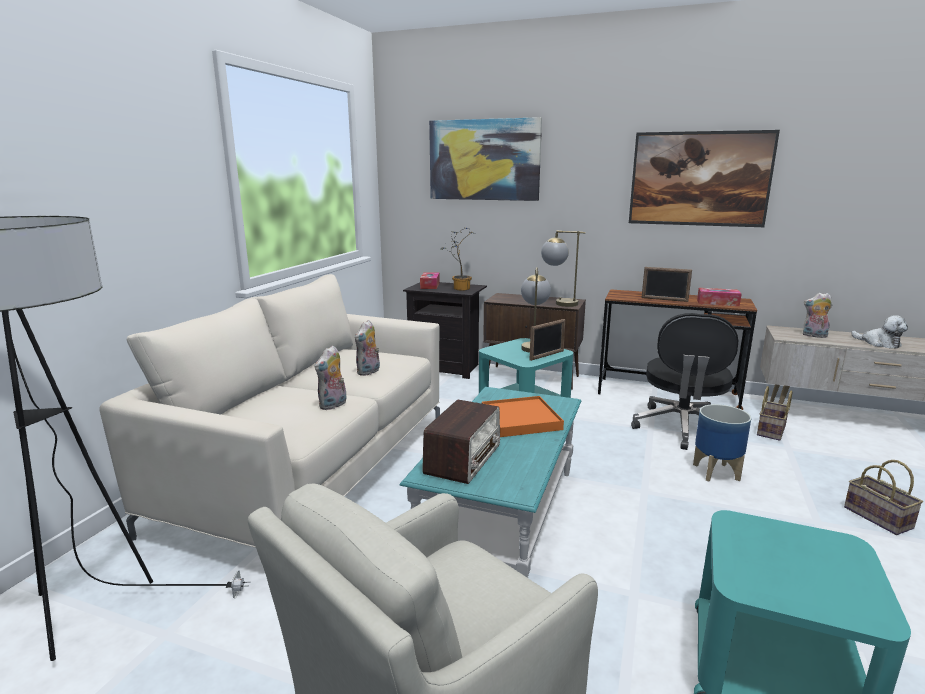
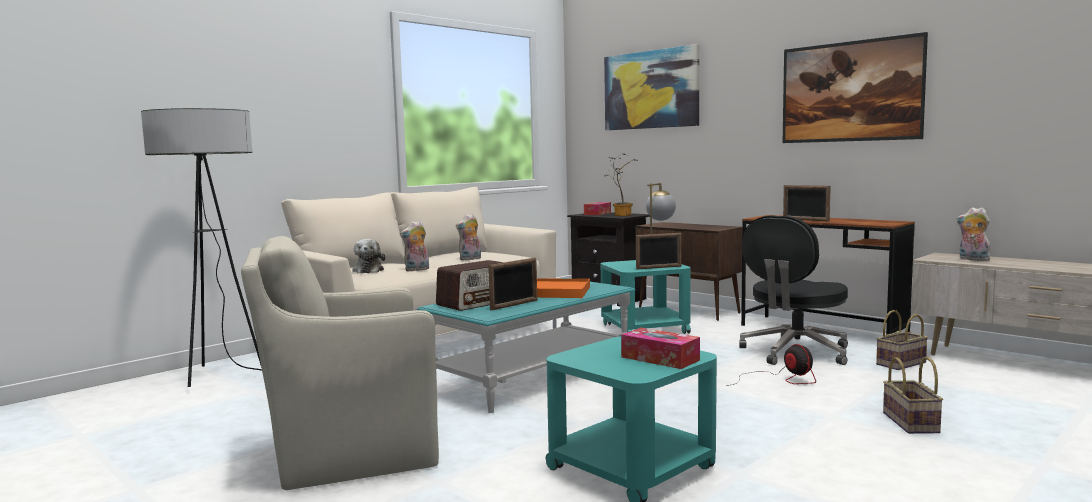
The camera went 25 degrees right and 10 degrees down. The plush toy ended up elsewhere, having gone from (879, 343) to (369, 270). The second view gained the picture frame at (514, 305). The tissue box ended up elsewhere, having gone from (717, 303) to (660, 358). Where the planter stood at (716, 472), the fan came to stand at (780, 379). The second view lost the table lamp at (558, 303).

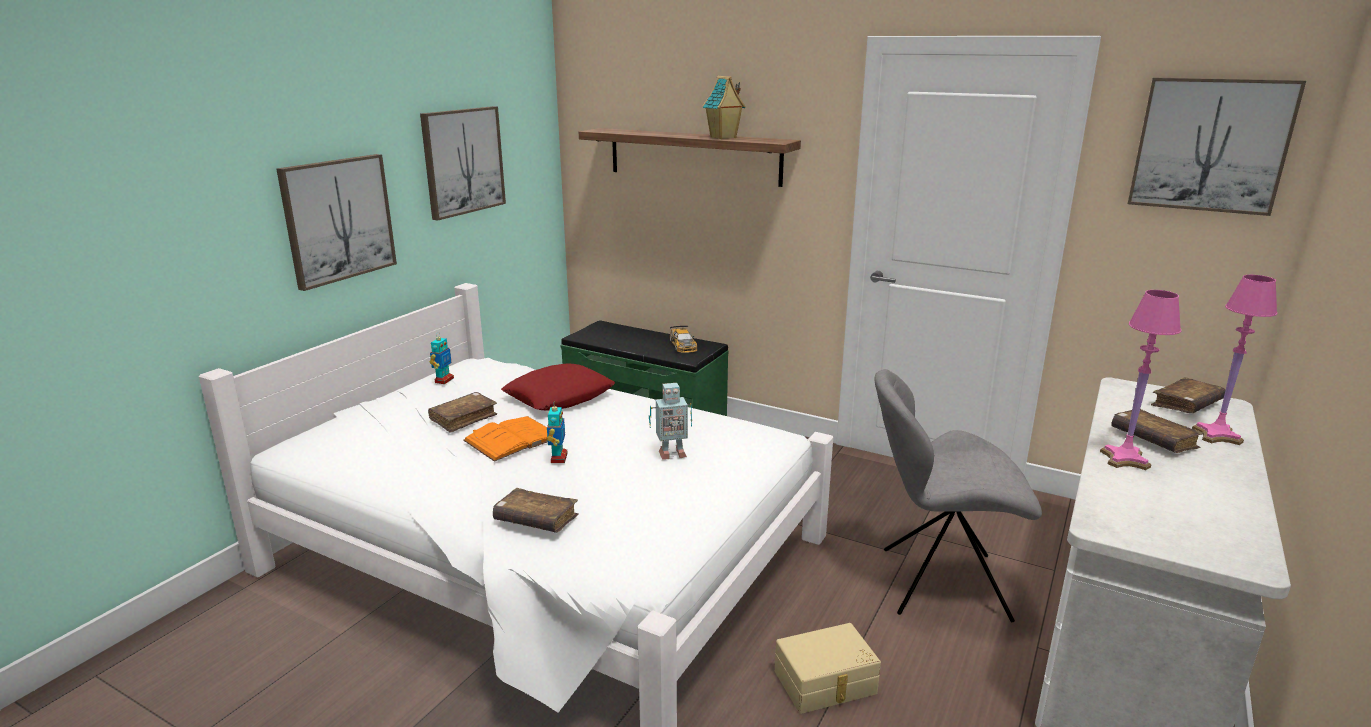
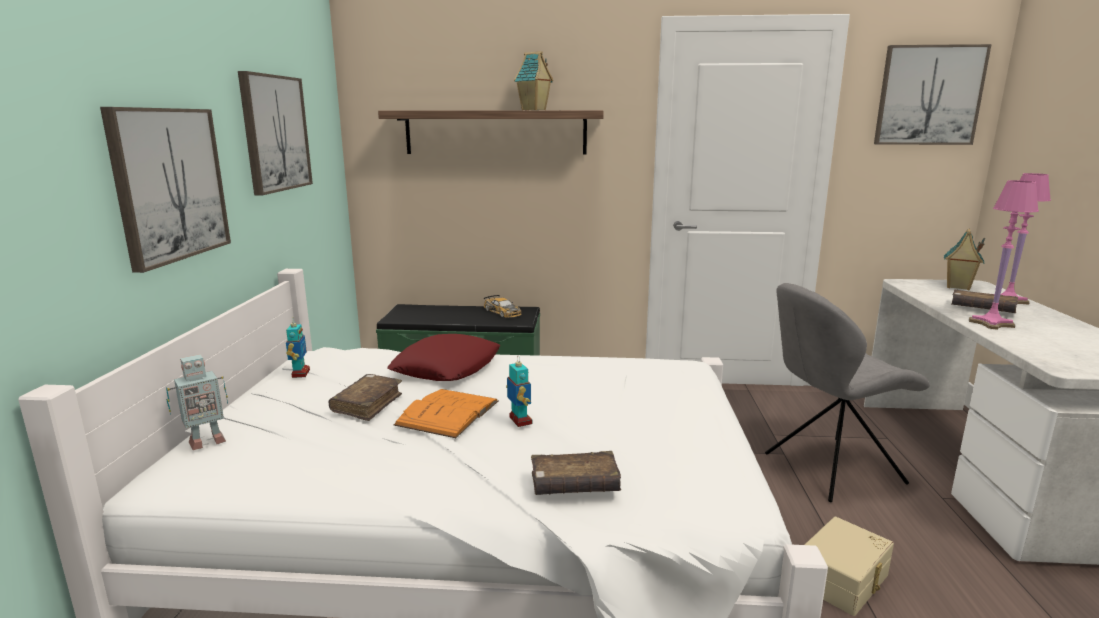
The camera went 25 degrees left and 5 degrees down. The toy robot ended up elsewhere, having gone from (671, 454) to (205, 441). Where the brown book stood at (1186, 404), the toy house came to stand at (957, 287).

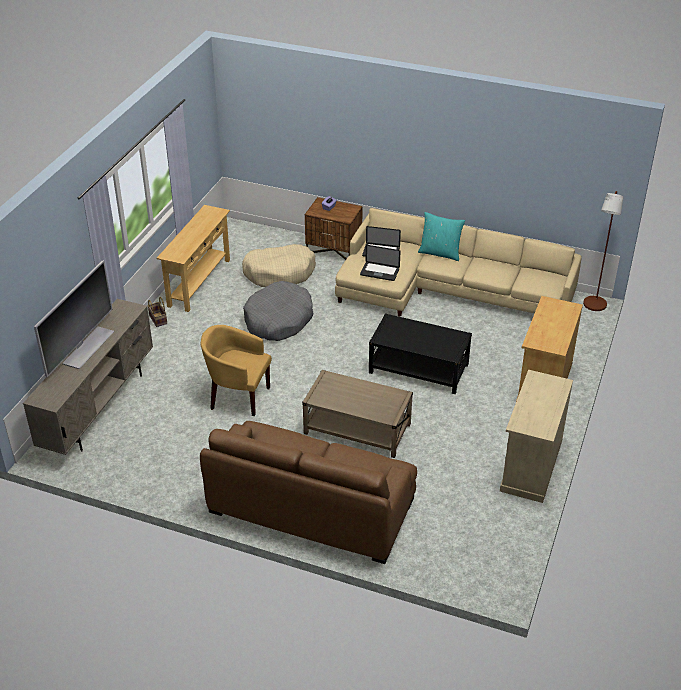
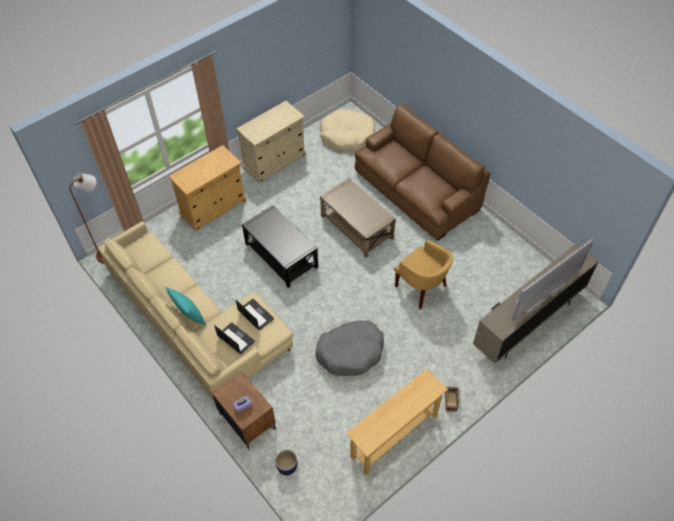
The camera went 150 degrees left and 15 degrees up. The second view gained the planter at (287, 467). The beige dog bed ended up elsewhere, having gone from (280, 273) to (348, 137).

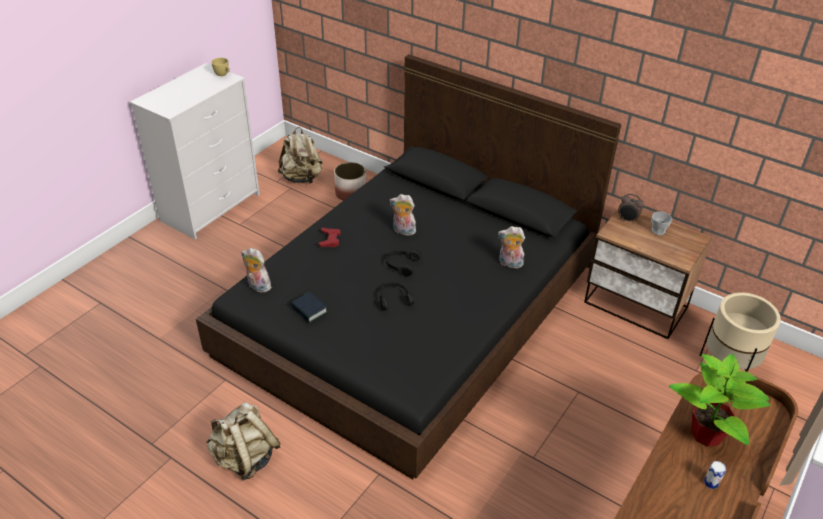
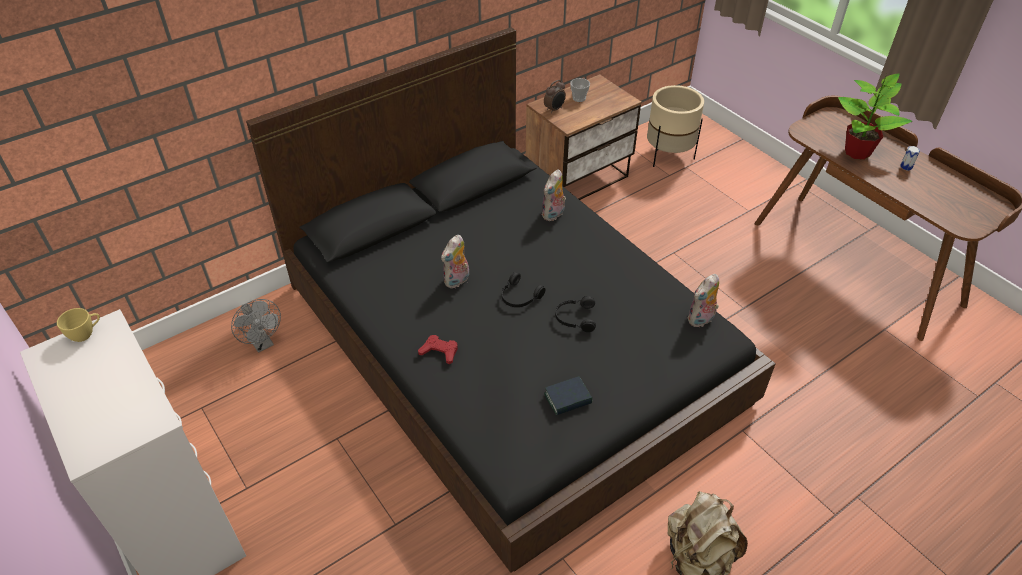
The camera went 70 degrees left and 5 degrees up. Where the planter stood at (351, 193), the grey fan came to stand at (263, 343). The plush toy ended up elsewhere, having gone from (257, 286) to (701, 320). The second view lost the beige backpack at (302, 178).

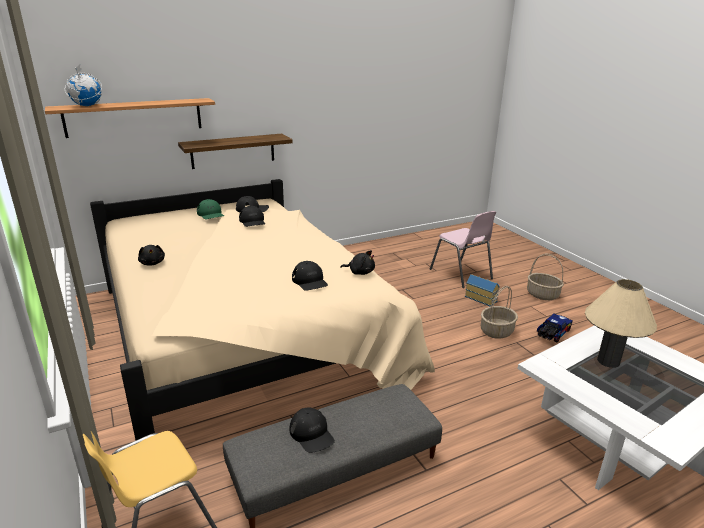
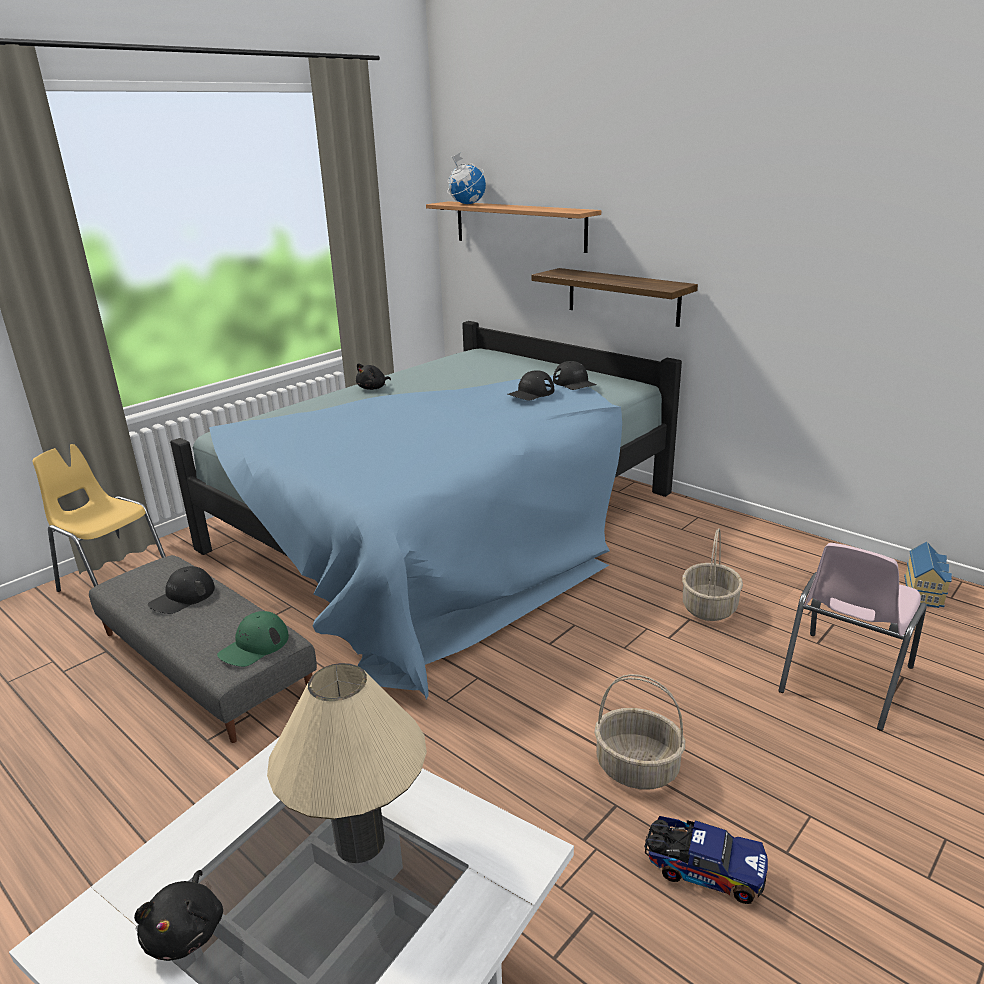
The camera went 70 degrees right and 0 degrees up. The black plush toy ended up elsewhere, having gone from (360, 272) to (187, 931). What was the beige bed at (246, 332) turned into the blue bed at (447, 528). The green cap ended up elsewhere, having gone from (210, 214) to (254, 646). The basket ended up elsewhere, having gone from (543, 295) to (709, 608). The toy house ended up elsewhere, having gone from (481, 298) to (924, 591). The second view lost the black cap at (310, 281).

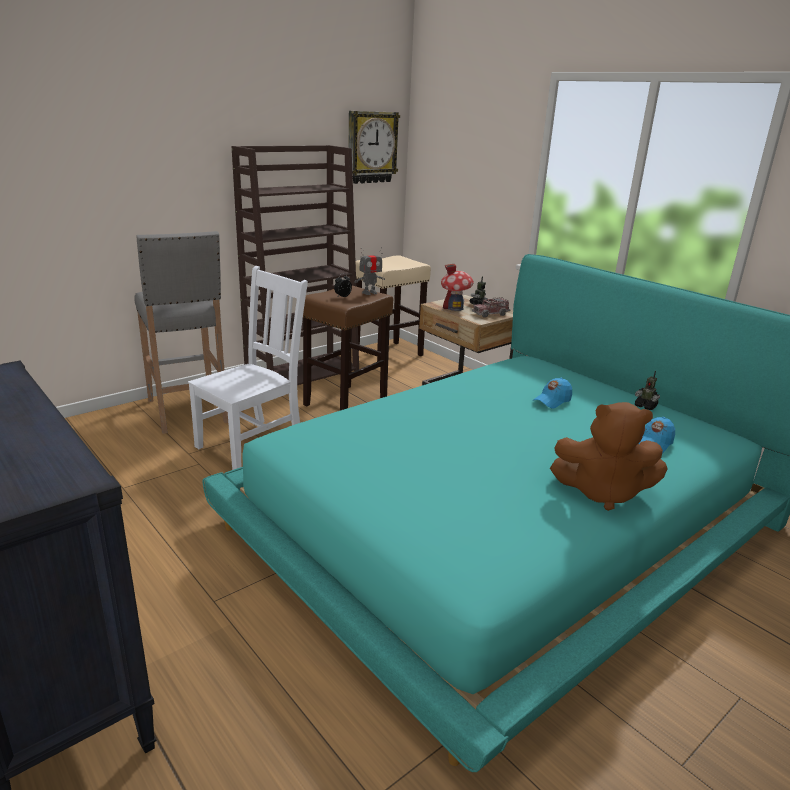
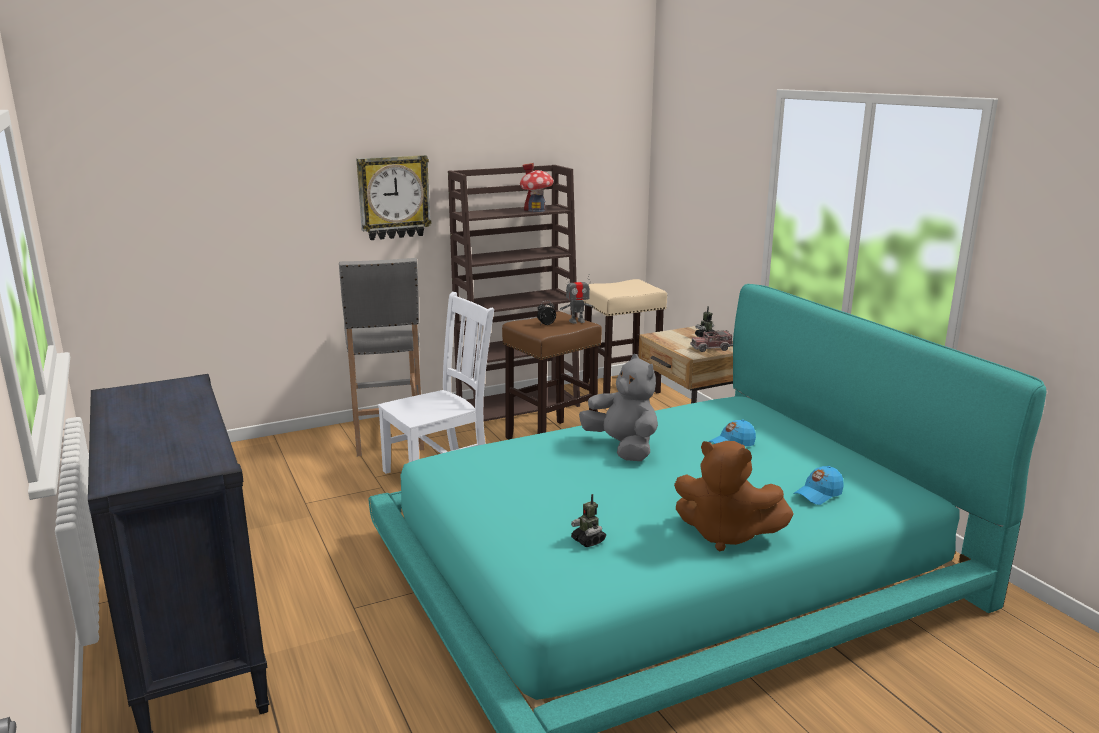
The camera went 15 degrees right and 5 degrees down. The wall clock ended up elsewhere, having gone from (371, 147) to (393, 197). The toy house ended up elsewhere, having gone from (455, 308) to (536, 210). The toy robot ended up elsewhere, having gone from (645, 406) to (588, 541). The second view gained the grey plush toy at (622, 448).

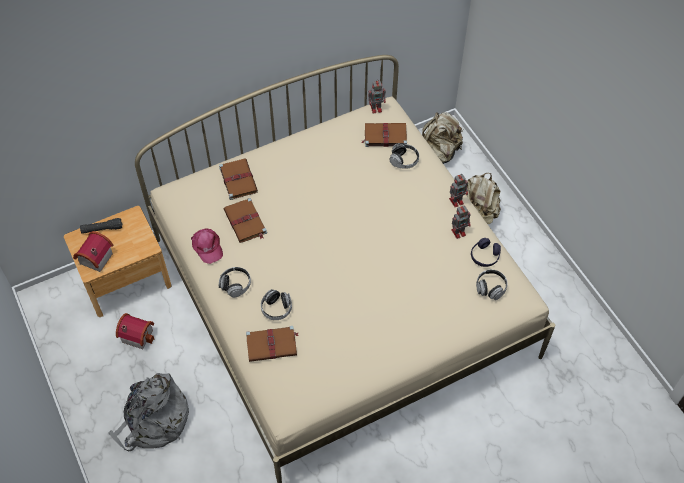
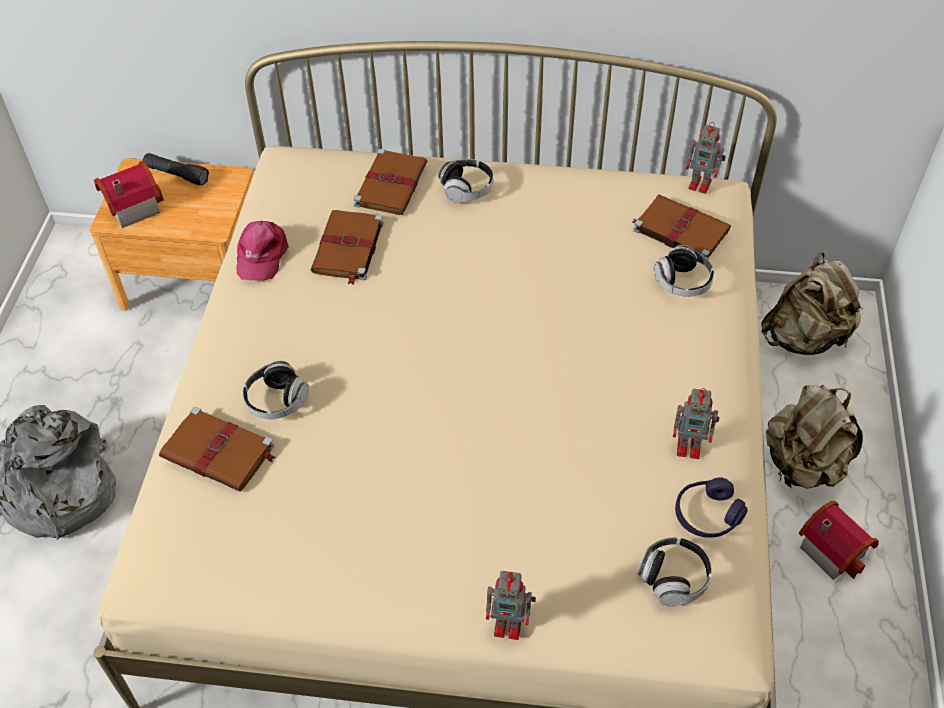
The camera went 35 degrees right and 5 degrees down. The headphones ended up elsewhere, having gone from (235, 285) to (466, 189). The toy robot ended up elsewhere, having gone from (457, 201) to (510, 624). The toy house ended up elsewhere, having gone from (137, 334) to (833, 548).

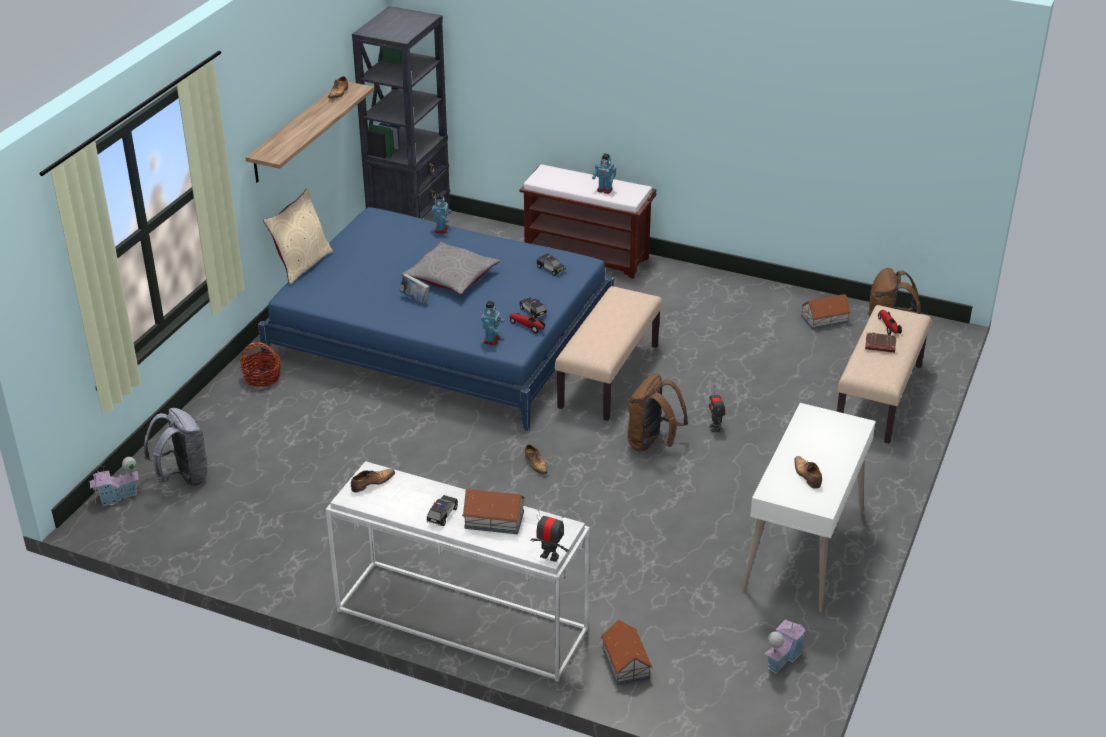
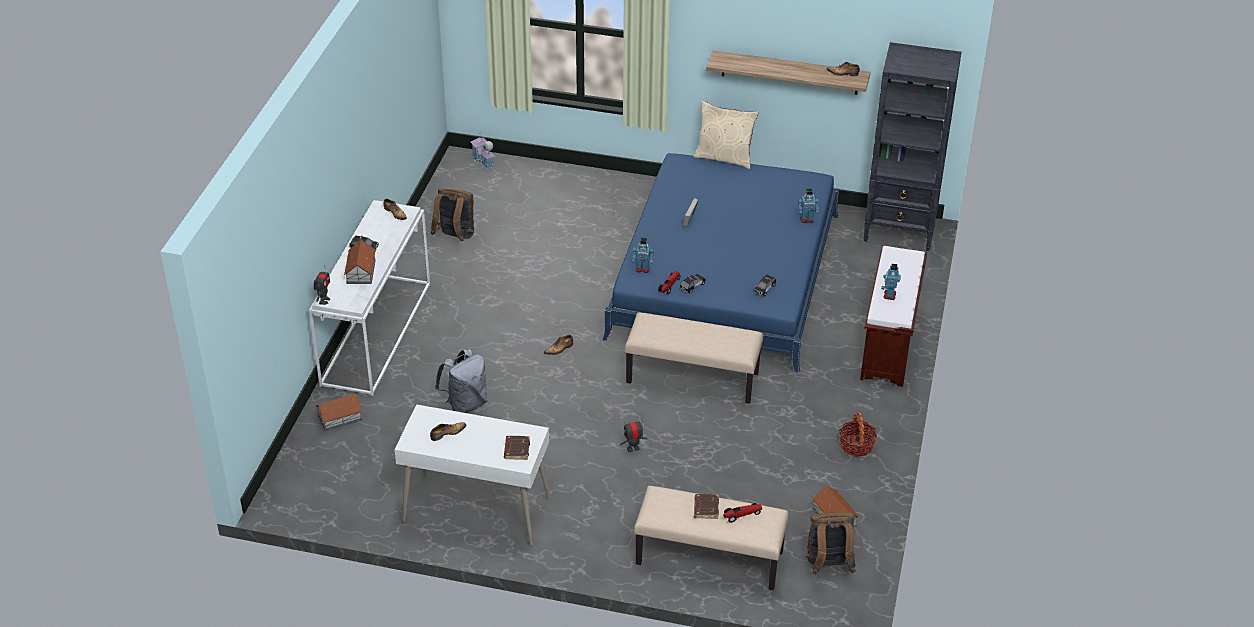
The camera went 80 degrees right and 5 degrees up. The brown backpack ended up elsewhere, having gone from (652, 443) to (455, 237). The grey backpack ended up elsewhere, having gone from (183, 477) to (465, 404). The second view gained the brown book at (516, 449). The basket ended up elsewhere, having gone from (262, 378) to (856, 445). The second view lost the grey pillow at (451, 277). The second view lost the toy house at (782, 658).

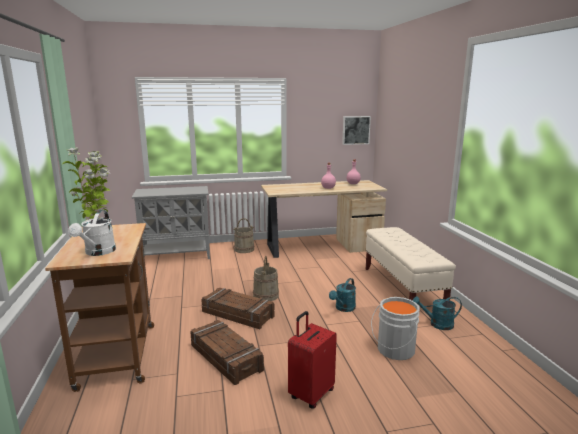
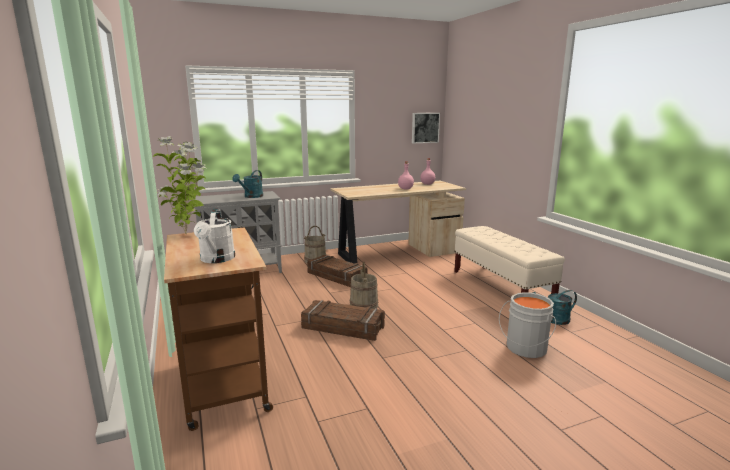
The camera went 10 degrees left and 0 degrees up. The turquoise watering can ended up elsewhere, having gone from (343, 308) to (251, 196). The crate ended up elsewhere, having gone from (225, 358) to (336, 277). The second view lost the red suitcase at (310, 394).

